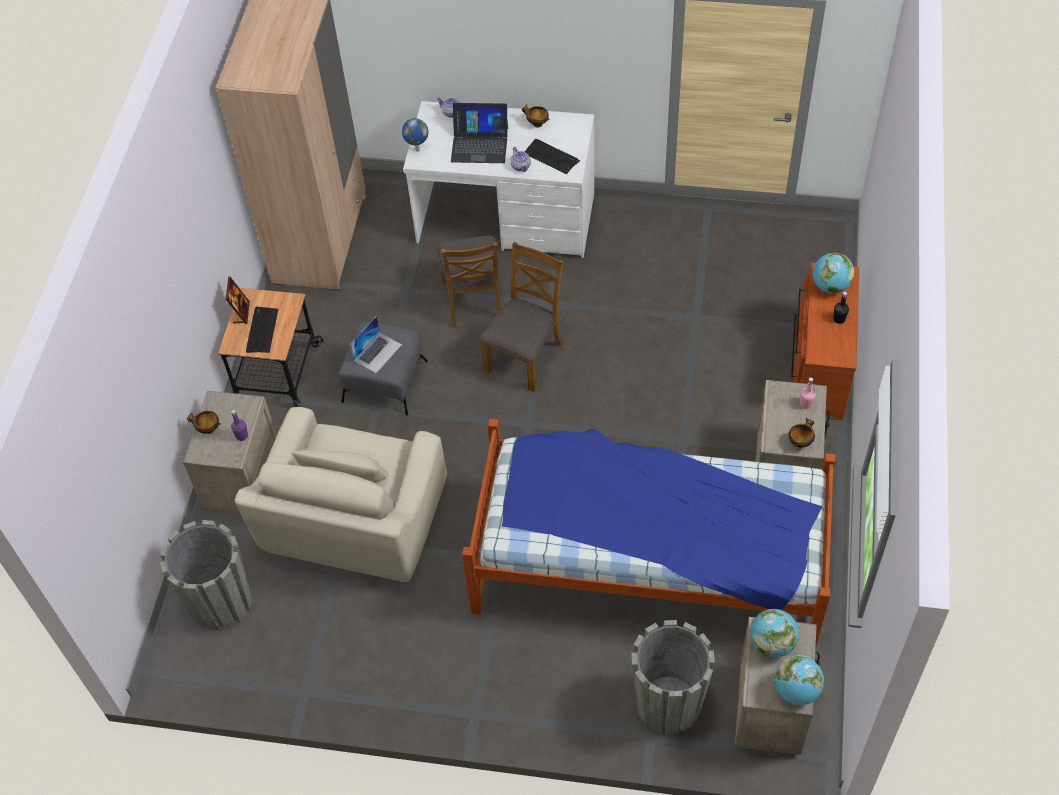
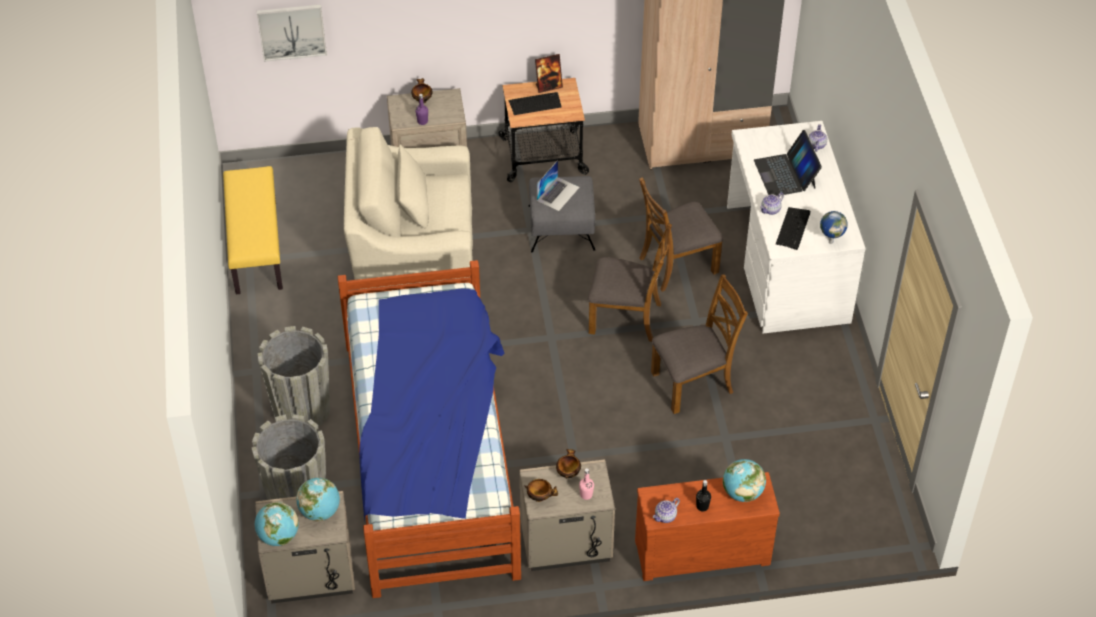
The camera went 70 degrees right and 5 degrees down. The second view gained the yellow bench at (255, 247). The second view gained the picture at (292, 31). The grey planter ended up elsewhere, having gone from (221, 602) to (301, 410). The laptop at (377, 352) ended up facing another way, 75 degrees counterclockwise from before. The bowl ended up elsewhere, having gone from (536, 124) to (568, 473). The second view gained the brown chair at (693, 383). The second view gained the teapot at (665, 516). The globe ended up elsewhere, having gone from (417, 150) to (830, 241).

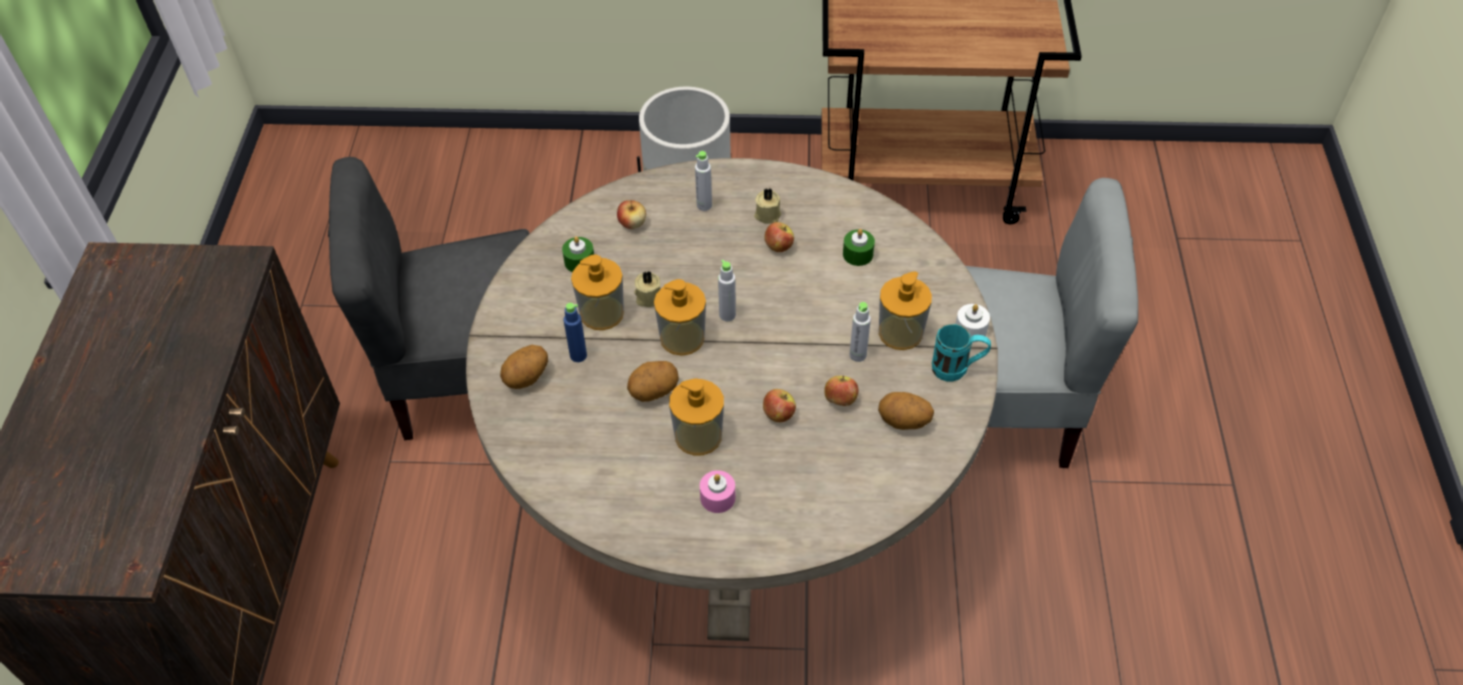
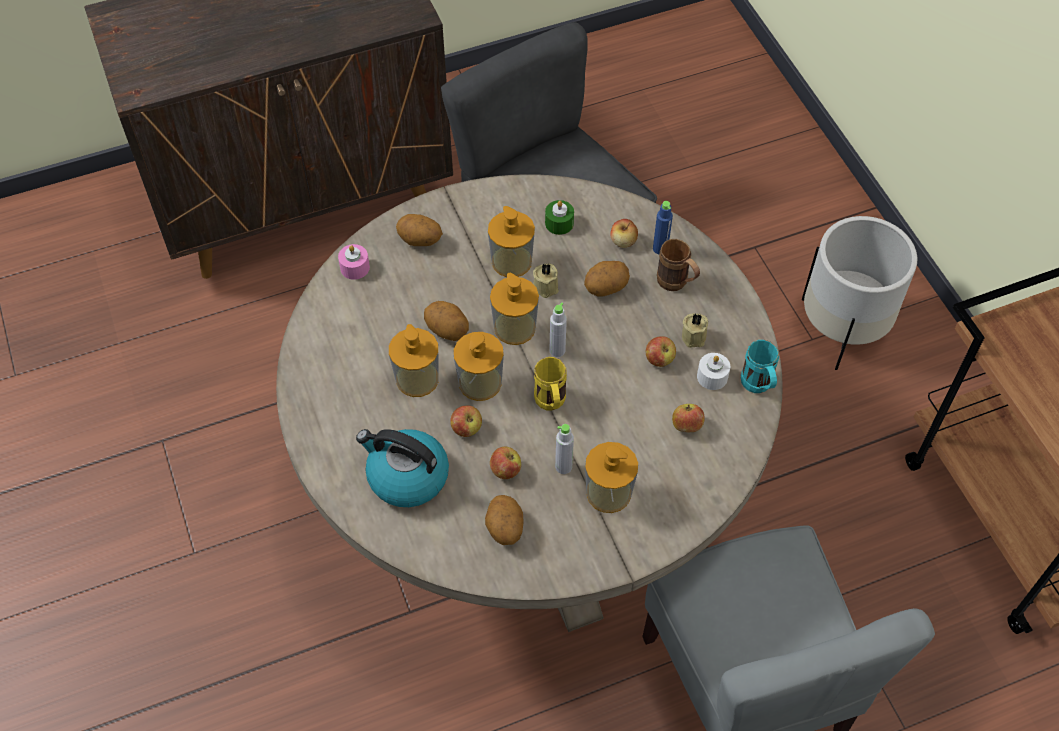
The camera went 65 degrees right and 5 degrees up. The pink candle ended up elsewhere, having gone from (717, 497) to (355, 267). The second view gained the kettle at (406, 477). The second view gained the soap dispenser at (480, 382). The second view gained the yellow mug at (551, 404). The second view gained the potato at (606, 288). The blue bottle ended up elsewhere, having gone from (578, 355) to (660, 248). Where the grey bottle stood at (704, 205), the brown mug came to stand at (676, 284). Where the green candle stood at (858, 254), the apple came to stand at (686, 425). The white candle ended up elsewhere, having gone from (970, 329) to (712, 376). The turquoise mug ended up elsewhere, having gone from (957, 370) to (758, 387).

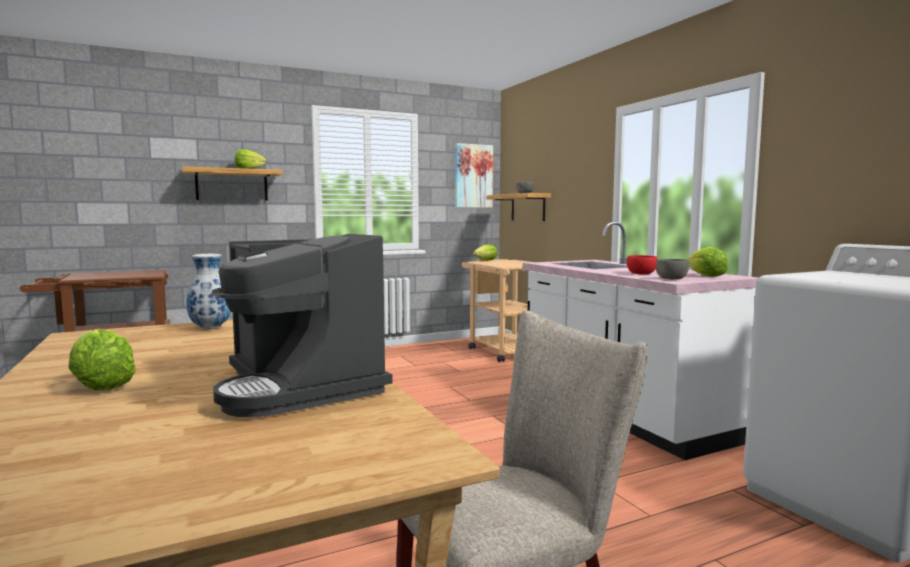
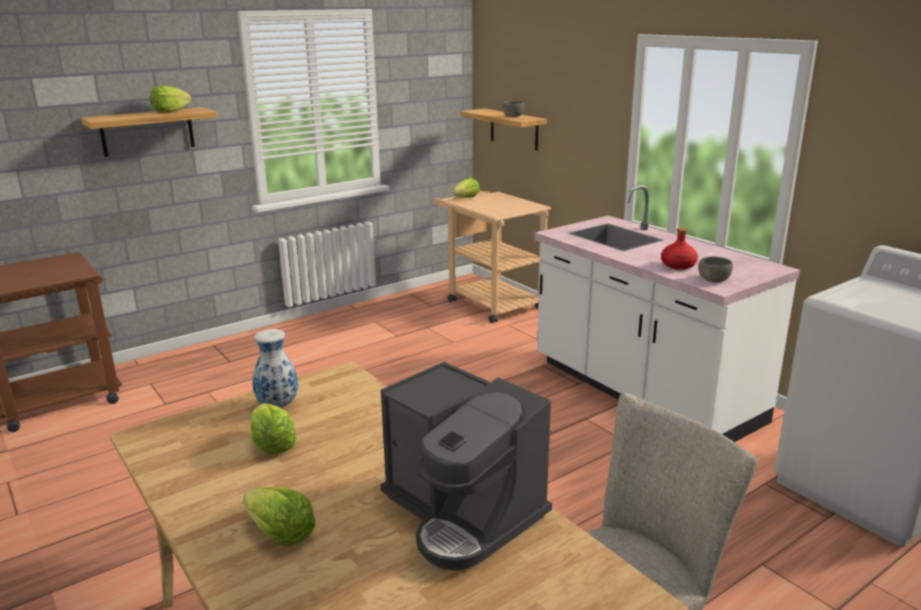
The camera went 10 degrees left and 15 degrees up. The lettuce ended up elsewhere, having gone from (705, 276) to (272, 445). Where the red bowl stood at (641, 274), the red bottle came to stand at (678, 265). The second view lost the picture at (473, 176).

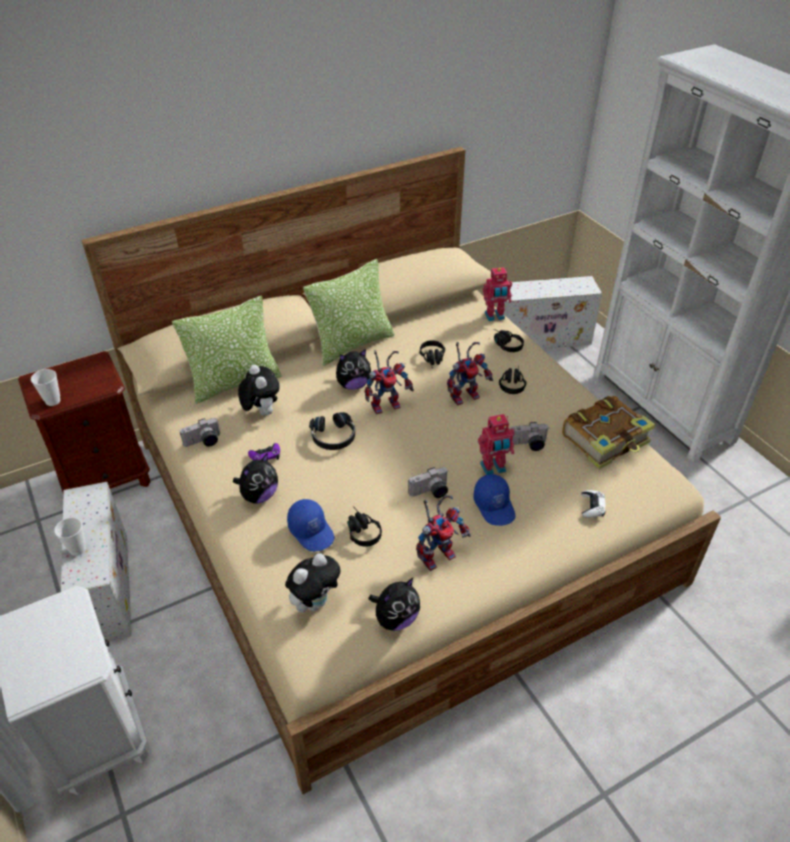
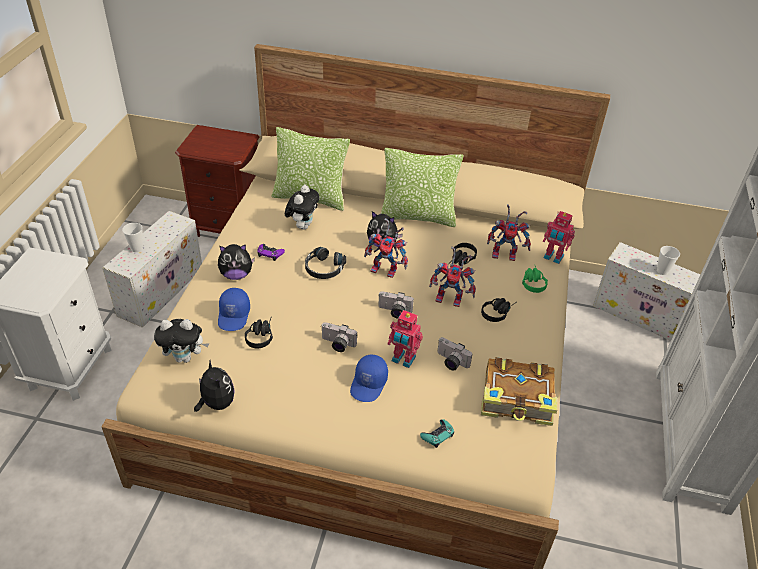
The camera went 40 degrees right and 0 degrees up. The plush toy at (395, 619) ended up facing another way, 120 degrees counterclockwise from before. The photo camera ended up elsewhere, having gone from (203, 442) to (394, 312). What was the white game controller at (592, 506) turned into the turquoise game controller at (437, 435). The toy robot ended up elsewhere, having gone from (438, 553) to (506, 254). What was the black headphones at (504, 344) turned into the green headphones at (532, 282). The cup ended up elsewhere, having gone from (53, 401) to (662, 271).

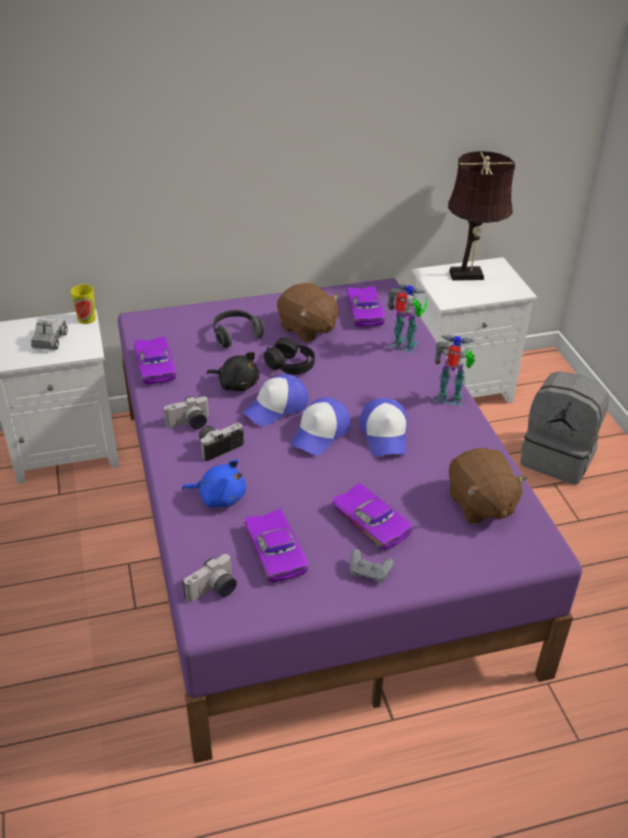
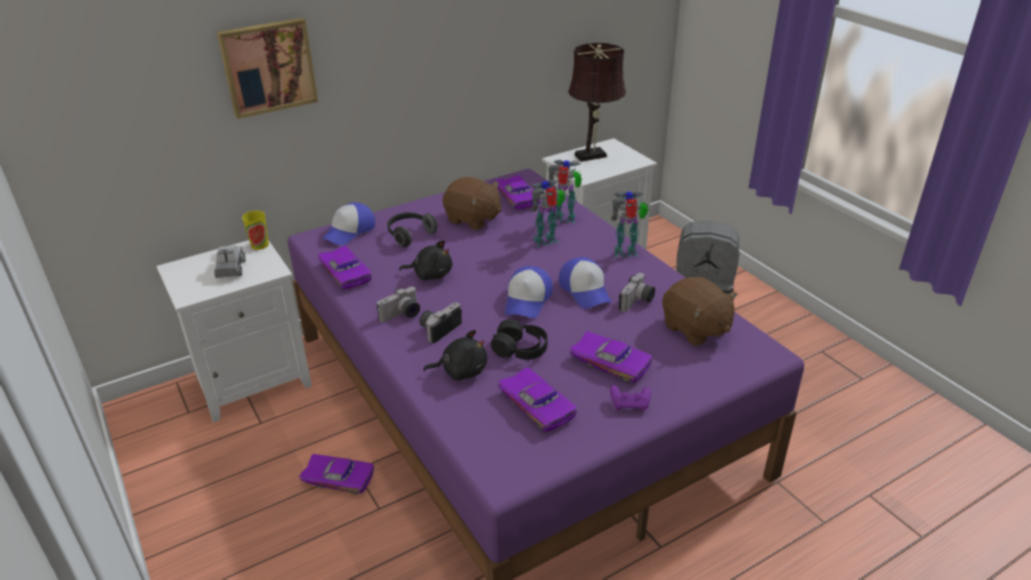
The camera went 15 degrees left and 5 degrees down. The second view gained the picture at (268, 66). The second view gained the purple toy car at (339, 477). The cap ended up elsewhere, having gone from (276, 407) to (349, 231). What was the blue plush toy at (219, 497) turned into the black plush toy at (461, 371). The black headphones ended up elsewhere, having gone from (290, 365) to (520, 349). The second view gained the toy robot at (547, 241). What was the grey game controller at (369, 573) turned into the purple game controller at (630, 404). The photo camera ended up elsewhere, having gone from (214, 591) to (637, 302).

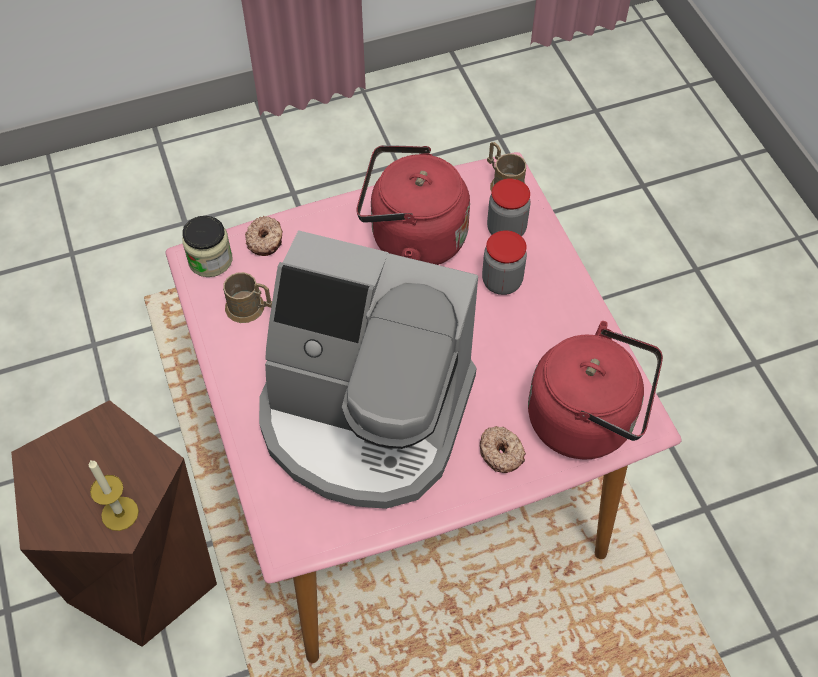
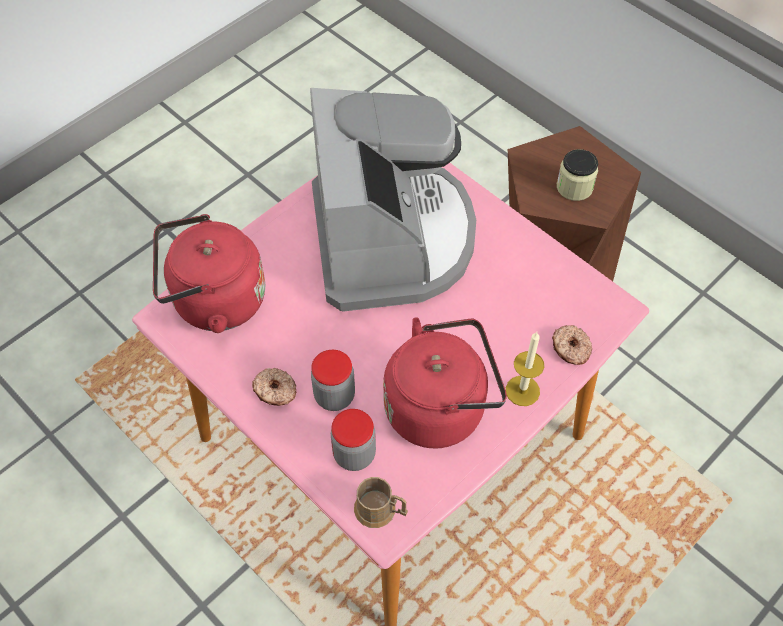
The camera went 155 degrees right and 0 degrees up. The donut ended up elsewhere, having gone from (501, 453) to (275, 391). The coffee machine at (365, 416) ended up facing another way, 90 degrees clockwise from before. The candle ended up elsewhere, having gone from (120, 513) to (522, 390). The jar ended up elsewhere, having gone from (210, 260) to (574, 187). The second view lost the brown mug at (250, 308).

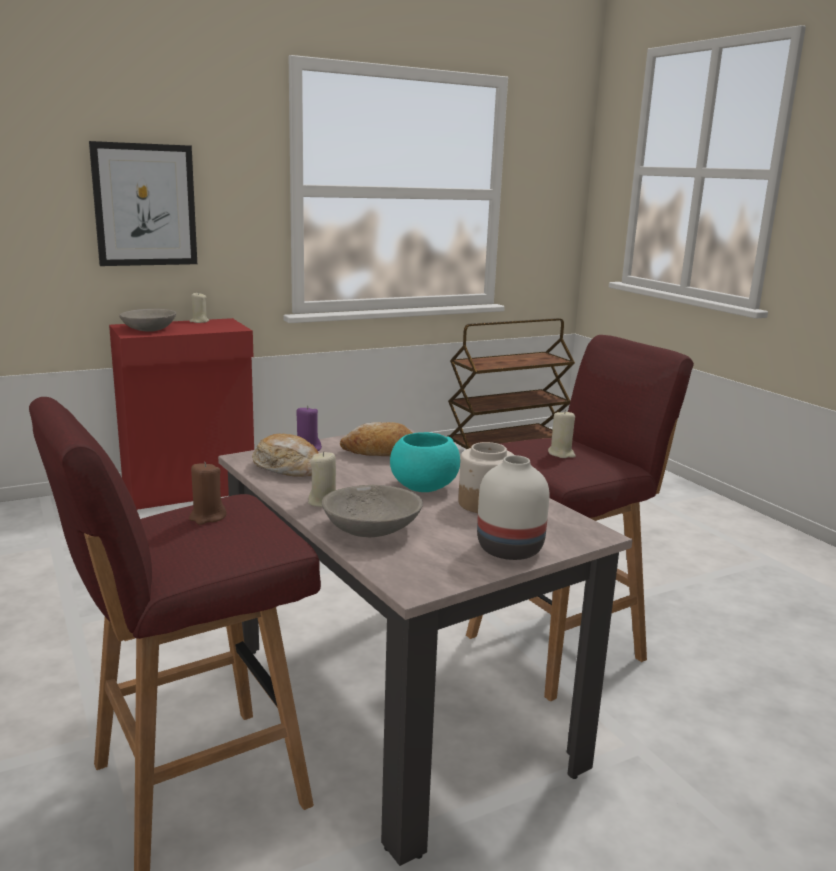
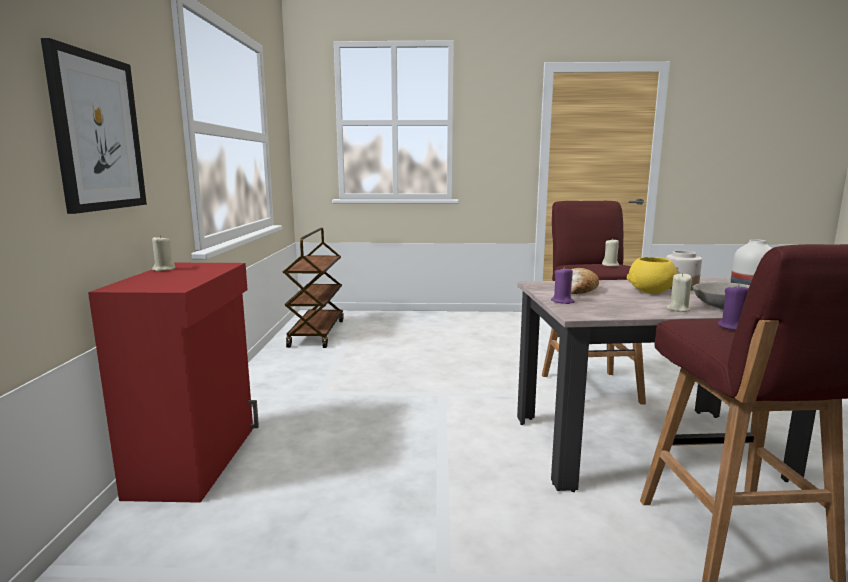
The camera went 60 degrees left and 5 degrees down. What was the turquoise bowl at (423, 487) turned into the yellow bowl at (650, 291). What was the brown candle at (207, 517) turned into the purple candle at (733, 327). The second view lost the grey bowl at (149, 329). The second view lost the bread at (288, 468).

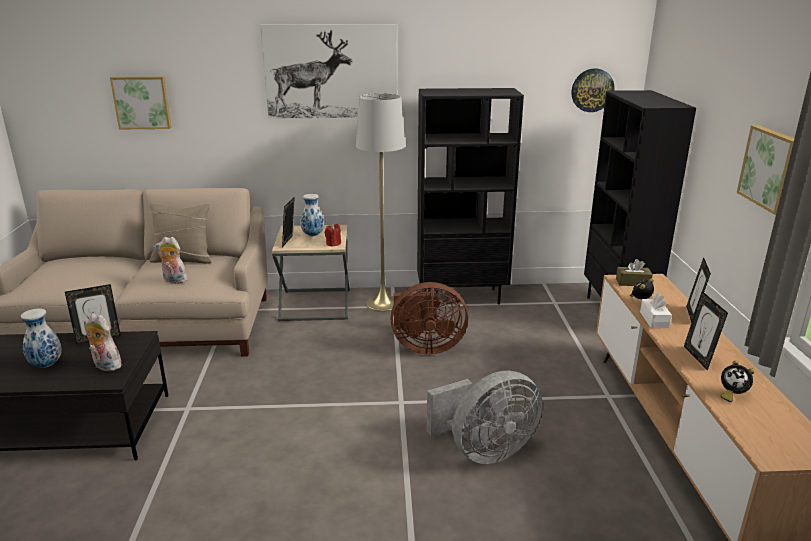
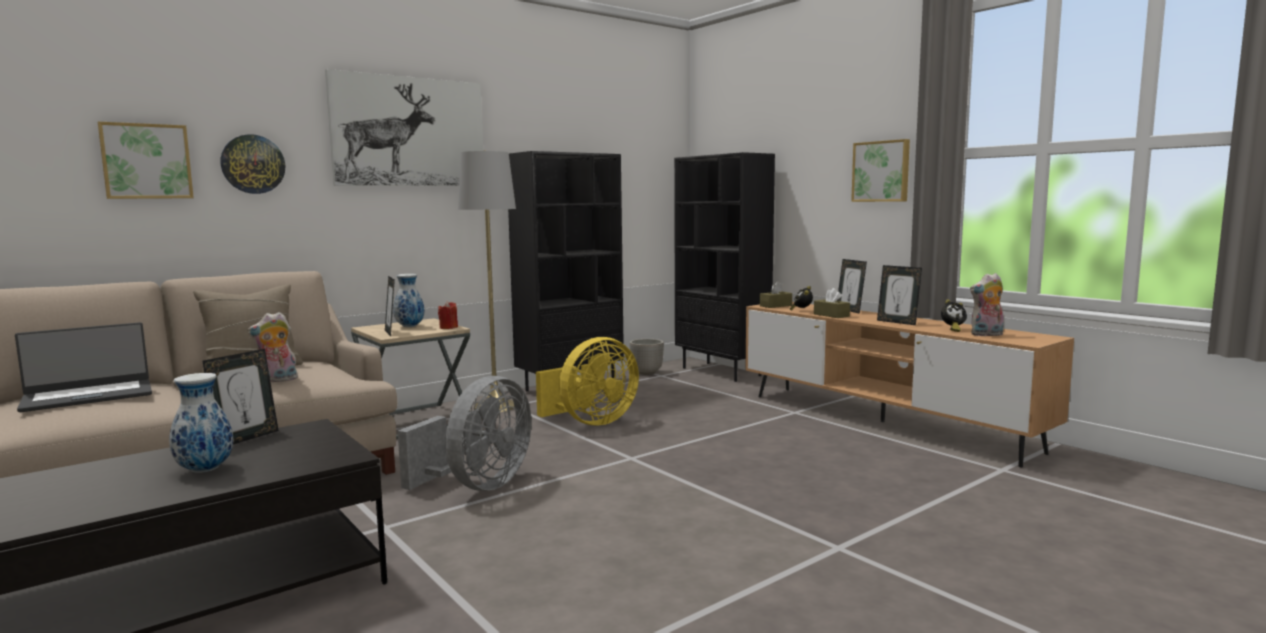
The camera went 35 degrees left and 15 degrees down. The second view gained the laptop at (88, 396). The wall clock ended up elsewhere, having gone from (592, 90) to (253, 164). The grey fan ended up elsewhere, having gone from (485, 451) to (478, 486). What was the brown fan at (425, 347) turned into the yellow fan at (591, 422). The second view gained the planter at (647, 373). What was the white tissue box at (654, 320) turned into the brown tissue box at (831, 315). The plush toy ended up elsewhere, having gone from (105, 366) to (986, 335).

